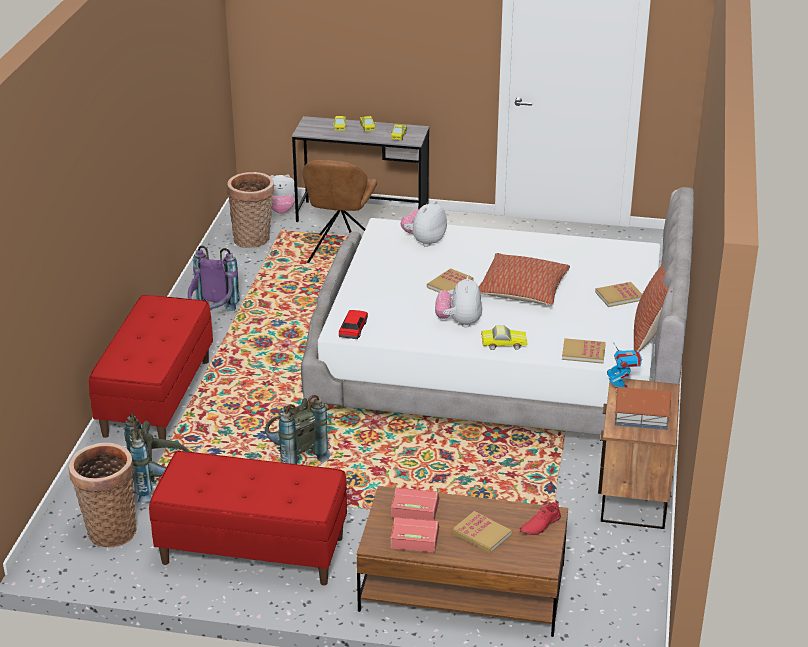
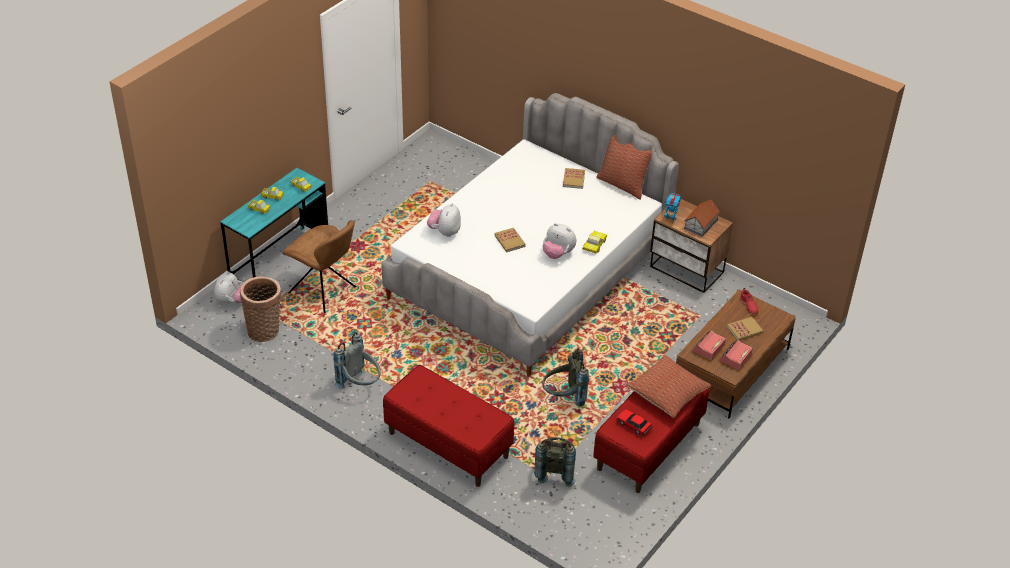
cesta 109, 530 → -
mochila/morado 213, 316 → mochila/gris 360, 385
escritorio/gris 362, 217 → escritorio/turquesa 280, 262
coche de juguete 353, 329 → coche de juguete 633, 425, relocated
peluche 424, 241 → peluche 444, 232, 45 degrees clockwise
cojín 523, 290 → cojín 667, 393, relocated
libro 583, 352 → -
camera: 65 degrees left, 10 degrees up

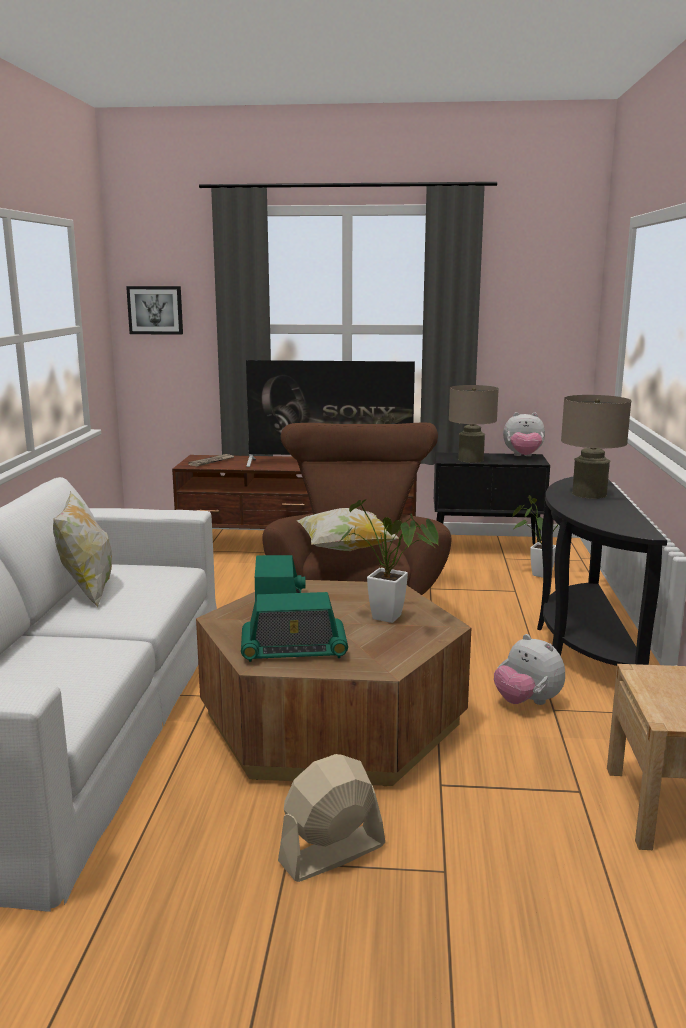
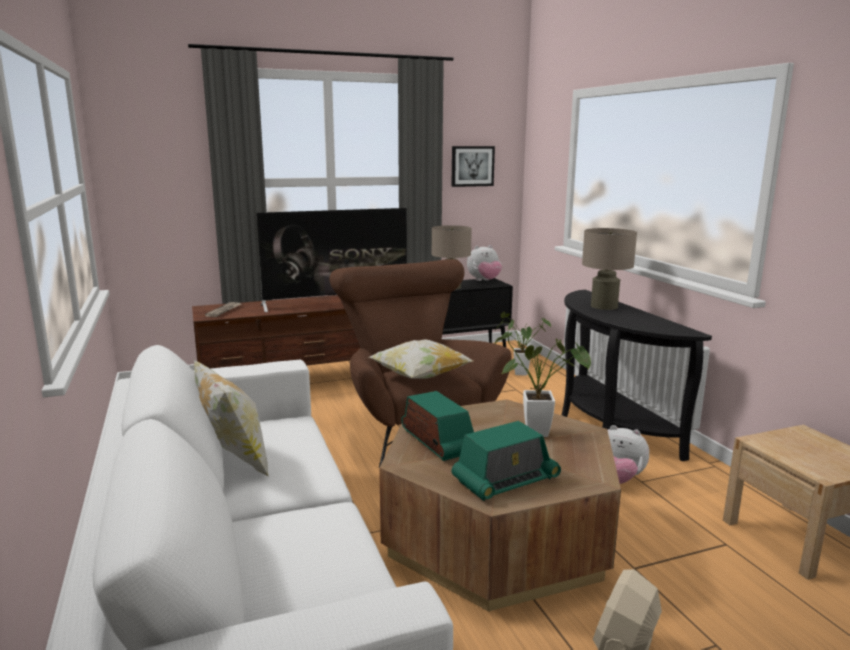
cuadro 155, 310 → cuadro 472, 166, relocated
camera: 25 degrees left, 0 degrees up

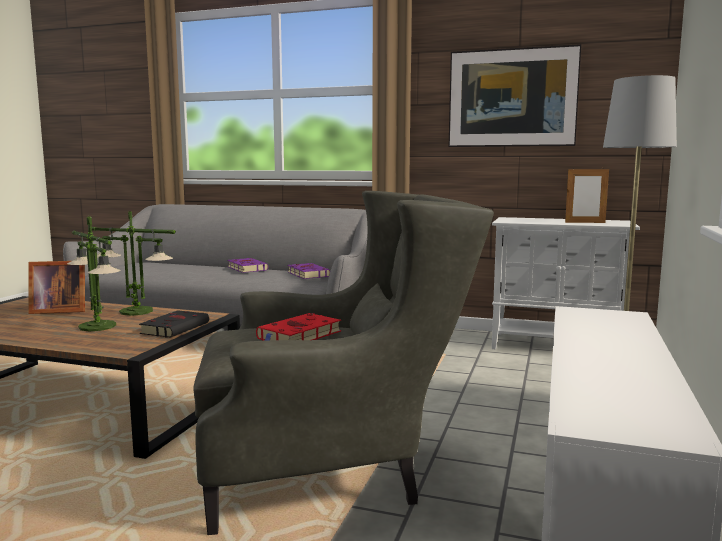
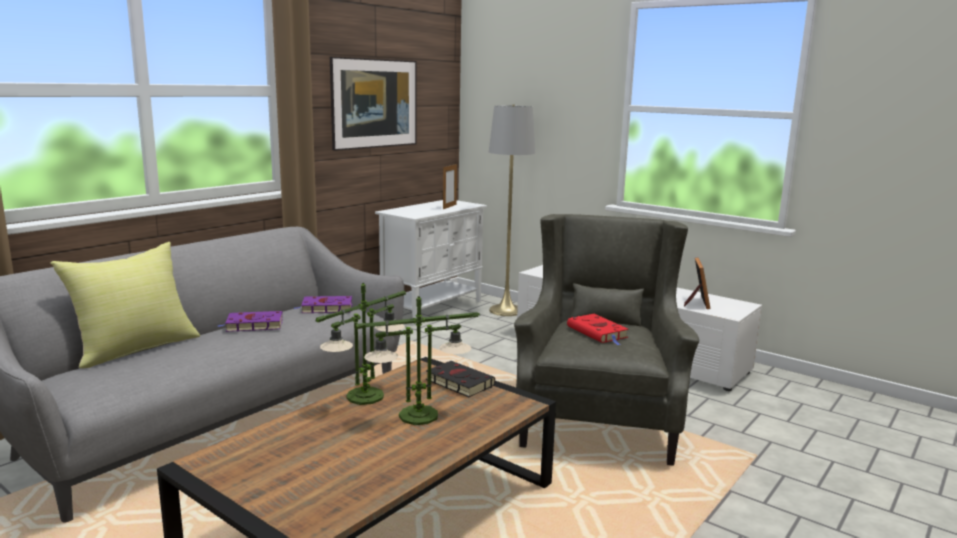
portarretratos 58, 310 → portarretratos 696, 303, relocated
- → cojín/amarillo 135, 348
camera: 70 degrees left, 5 degrees up

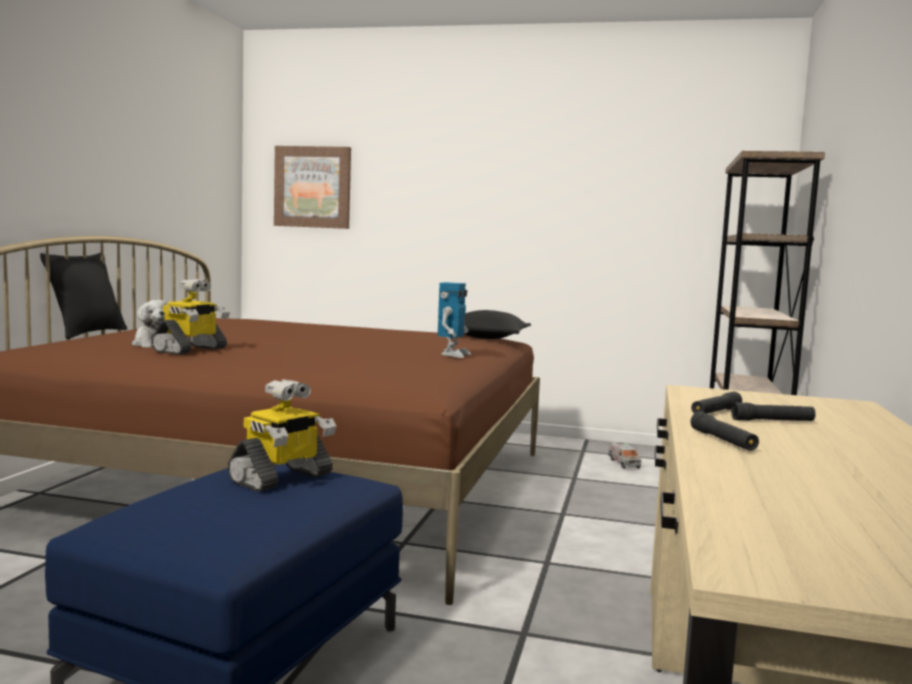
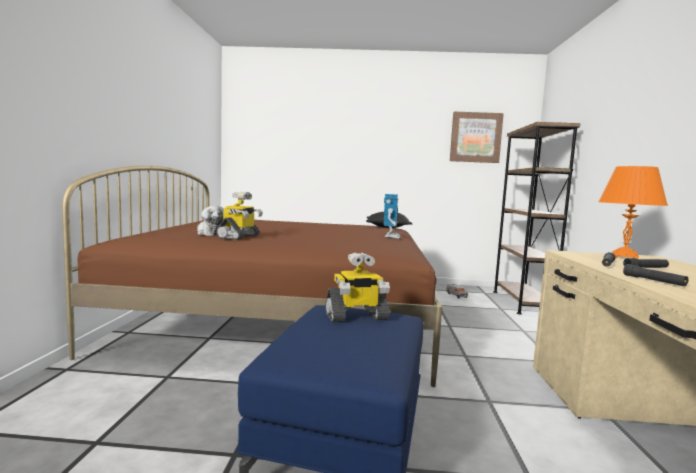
cojín/negro 88, 333 → -
robot de juguete 281, 478 → robot de juguete 356, 317, 45 degrees clockwise
cuadro 313, 187 → cuadro 475, 137, relocated
- → lámpara de mesa/naranja 624, 258
camera: 10 degrees left, 0 degrees up

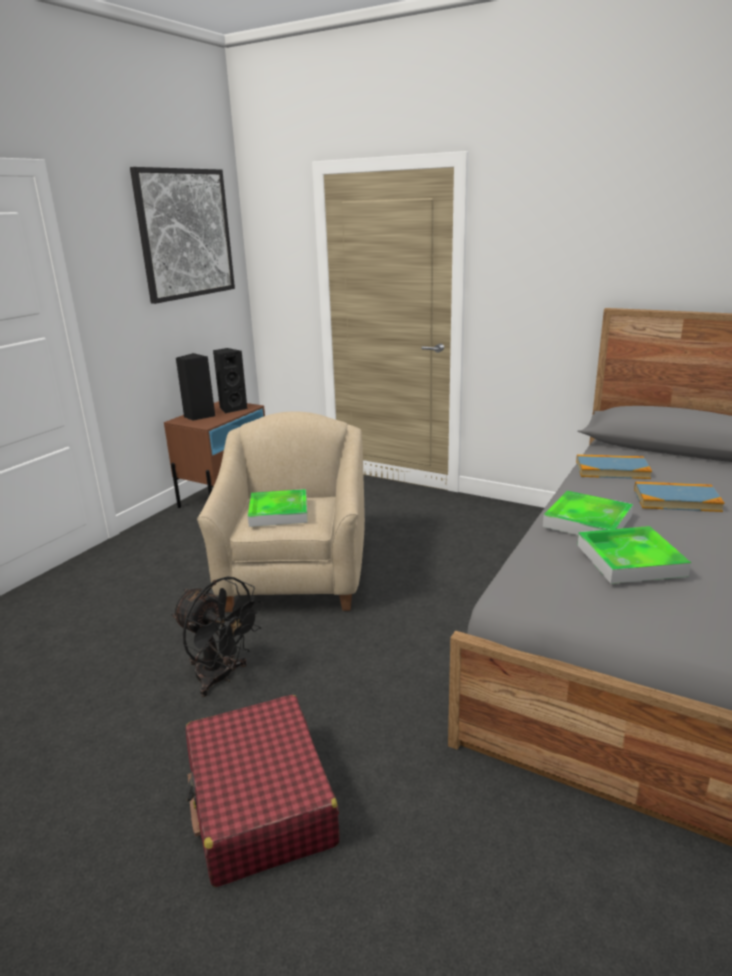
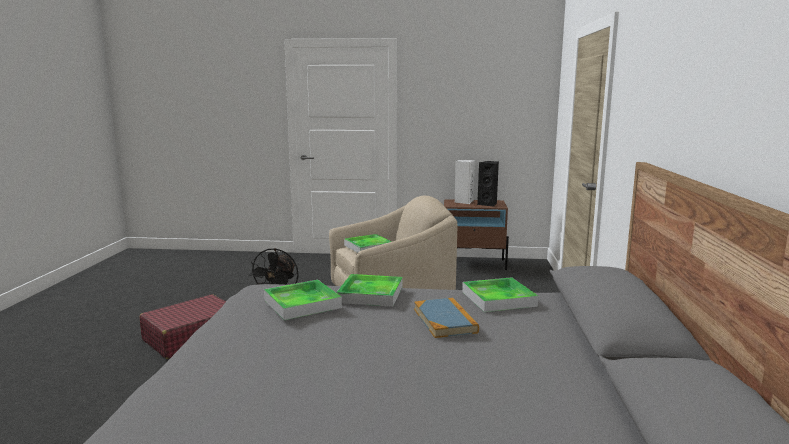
cuadro 185, 234 → -
altavoz/negro 198, 416 → altavoz/blanco 464, 202
libro 612, 470 → bandeja 498, 299
camera: 65 degrees right, 10 degrees down

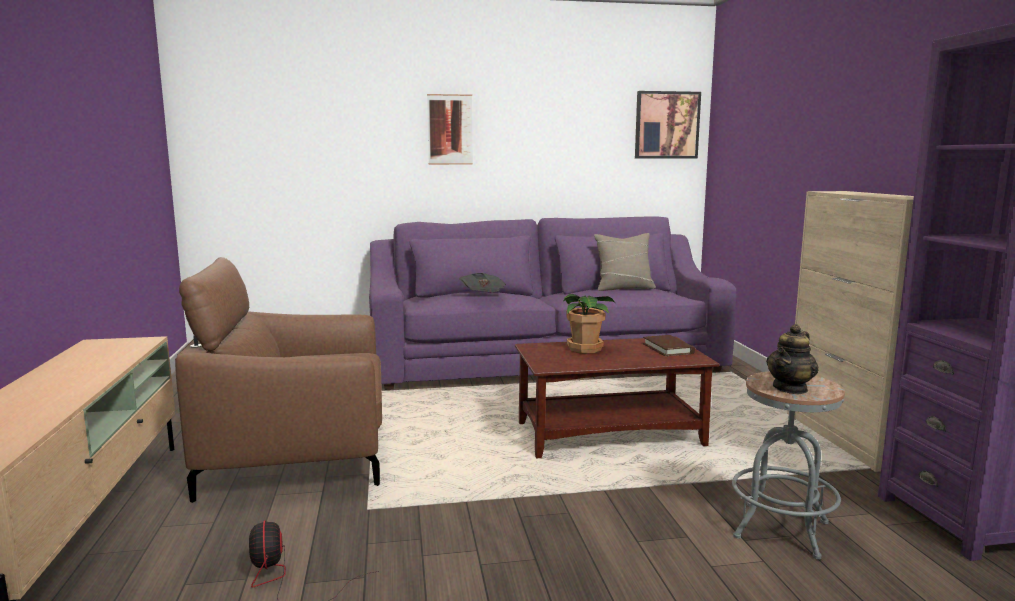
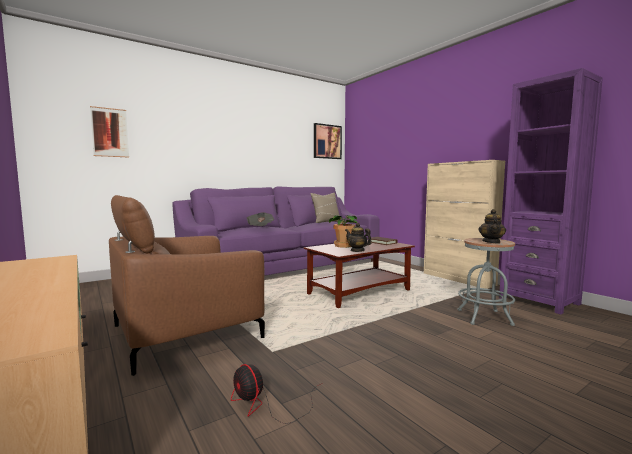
cuadro 450, 129 → cuadro 110, 132, relocated
- → tetera 357, 250
camera: 25 degrees left, 5 degrees down

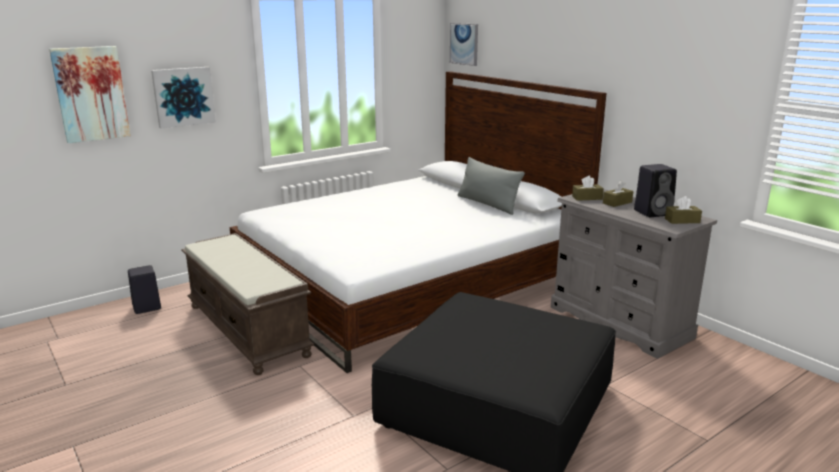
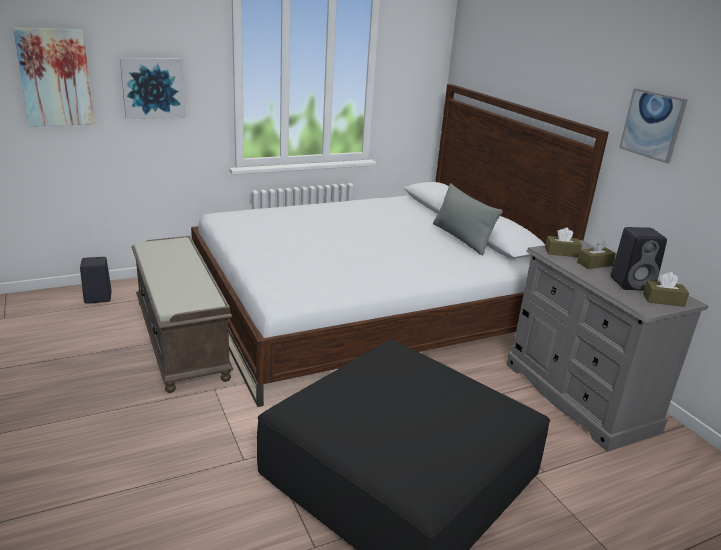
cuadro 464, 44 → cuadro 653, 125, relocated
camera: 10 degrees right, 5 degrees up

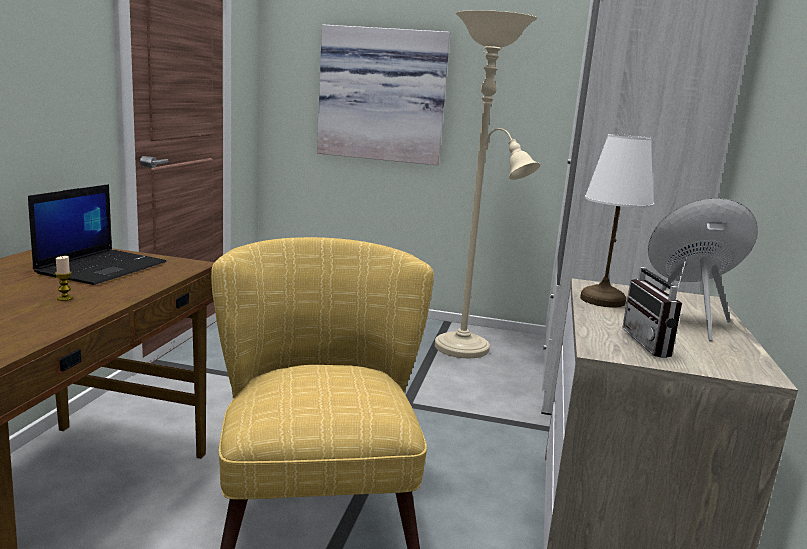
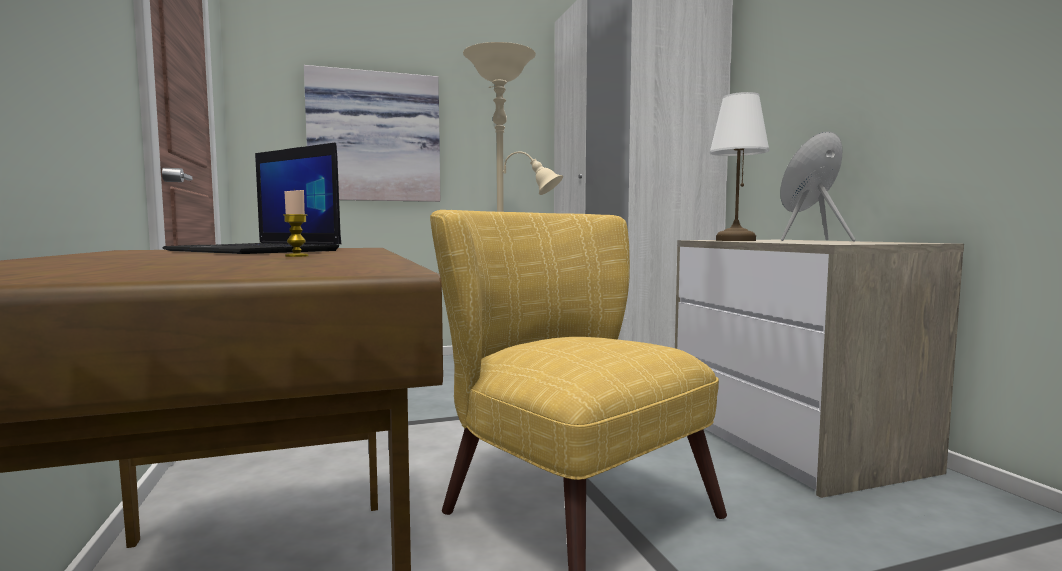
portátil 102, 267 → portátil 257, 251, 135 degrees clockwise
radio 654, 345 → -
camera: 30 degrees left, 10 degrees down

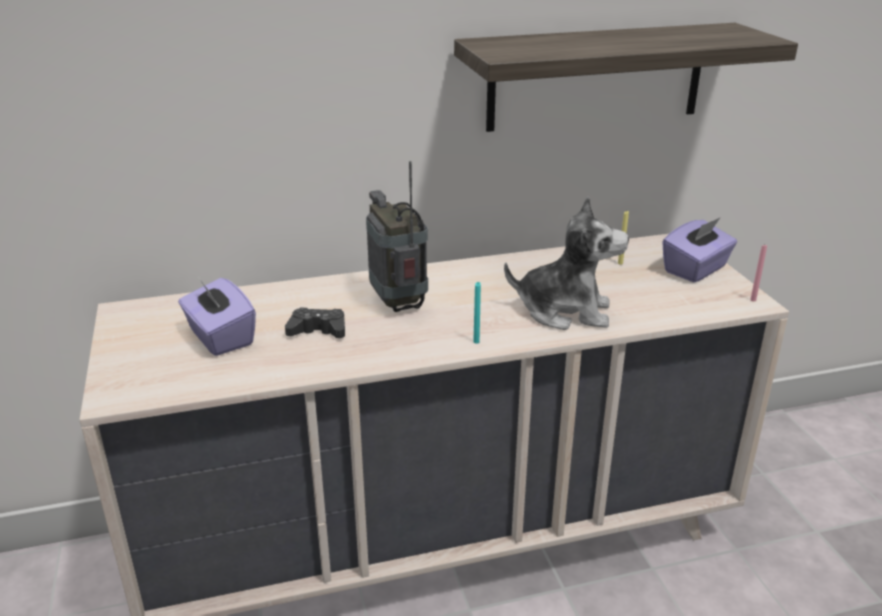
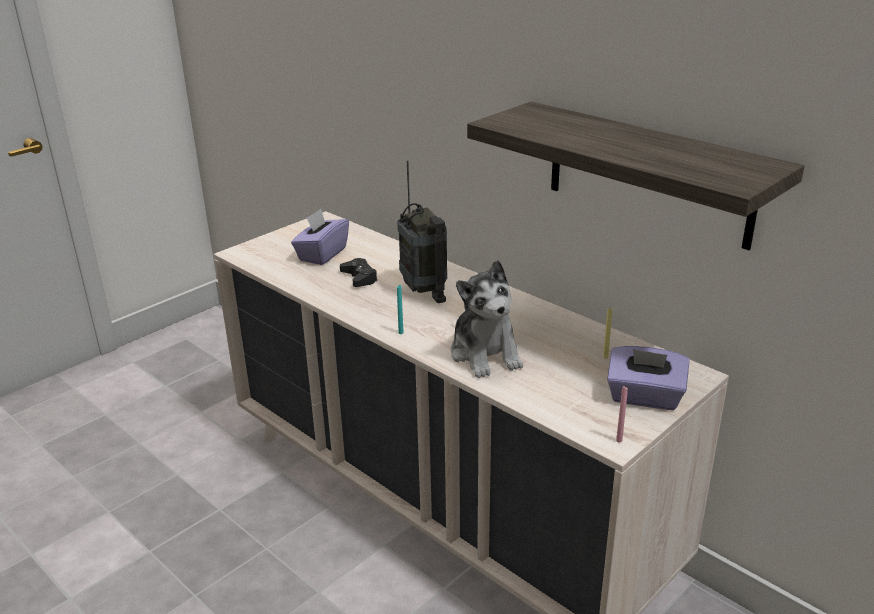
radio 398, 304 → radio 423, 290, 120 degrees clockwise
camera: 60 degrees right, 0 degrees up

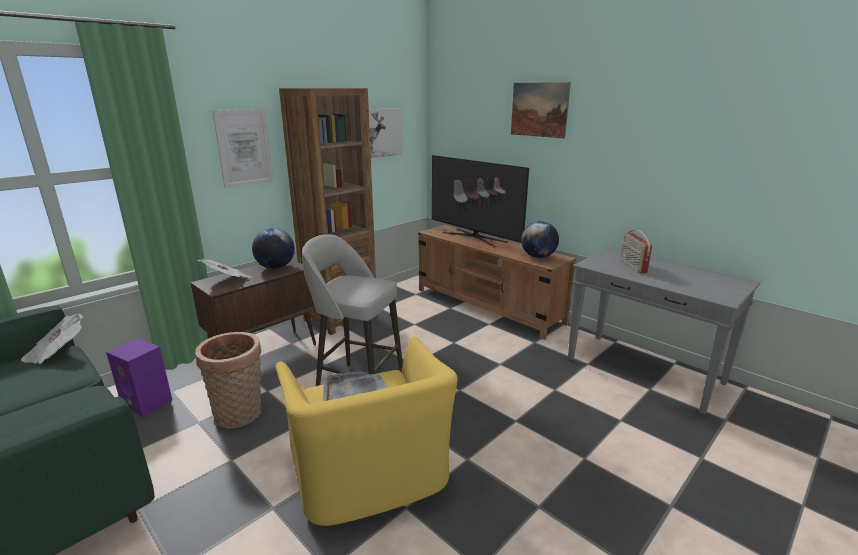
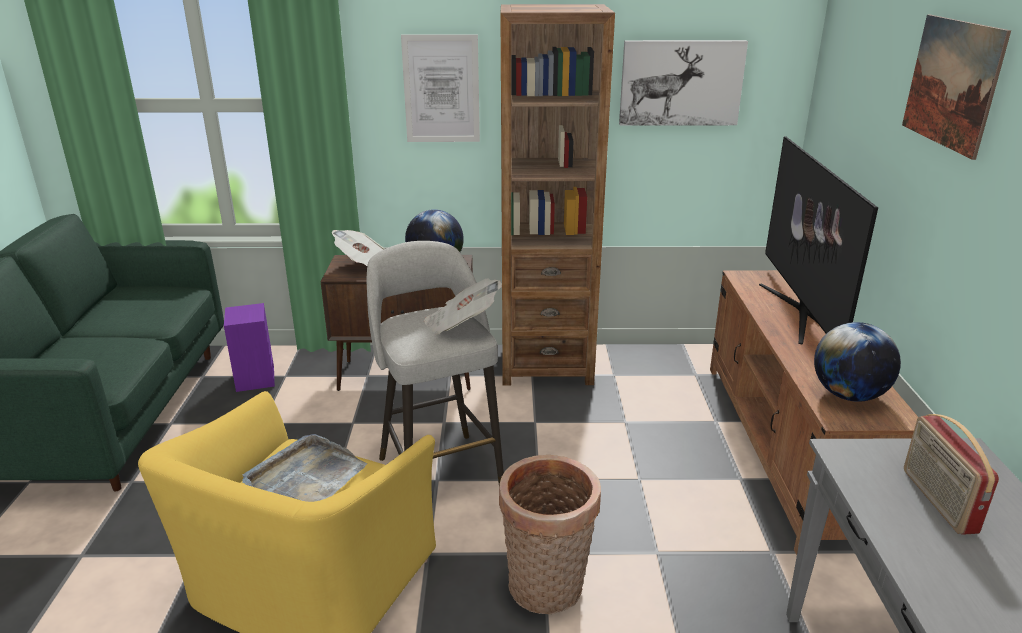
periódico 57, 352 → periódico 461, 324, relocated
cesta 240, 415 → cesta 546, 590, relocated
radio 632, 266 → radio 937, 501, 45 degrees counterclockwise
camera: 45 degrees right, 5 degrees up

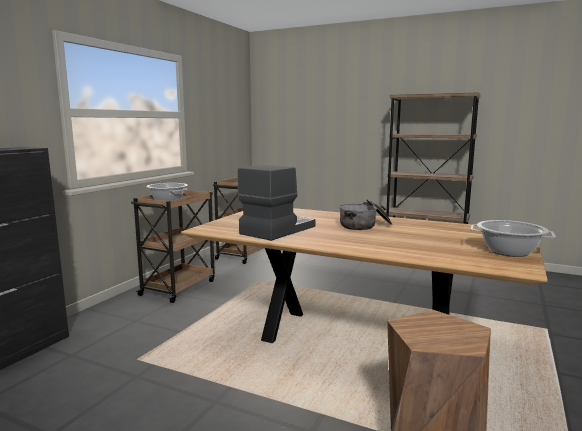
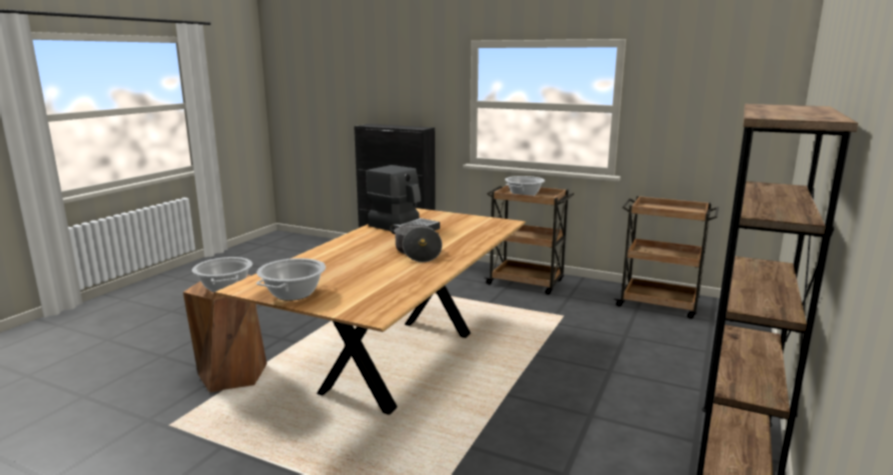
- → olla 224, 287
camera: 90 degrees right, 5 degrees up

